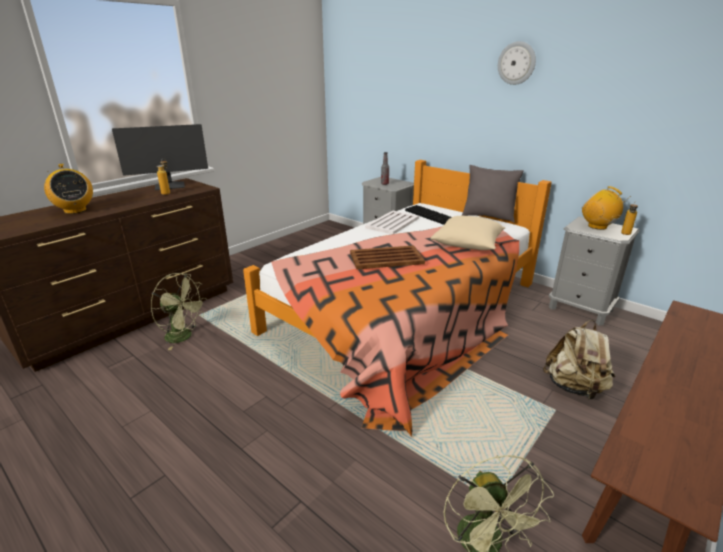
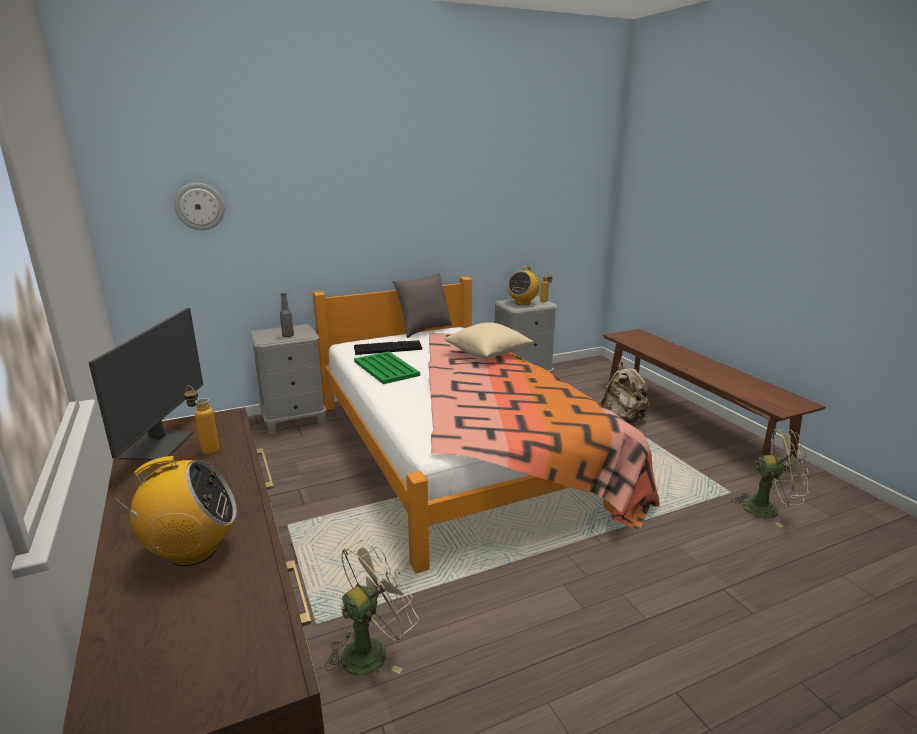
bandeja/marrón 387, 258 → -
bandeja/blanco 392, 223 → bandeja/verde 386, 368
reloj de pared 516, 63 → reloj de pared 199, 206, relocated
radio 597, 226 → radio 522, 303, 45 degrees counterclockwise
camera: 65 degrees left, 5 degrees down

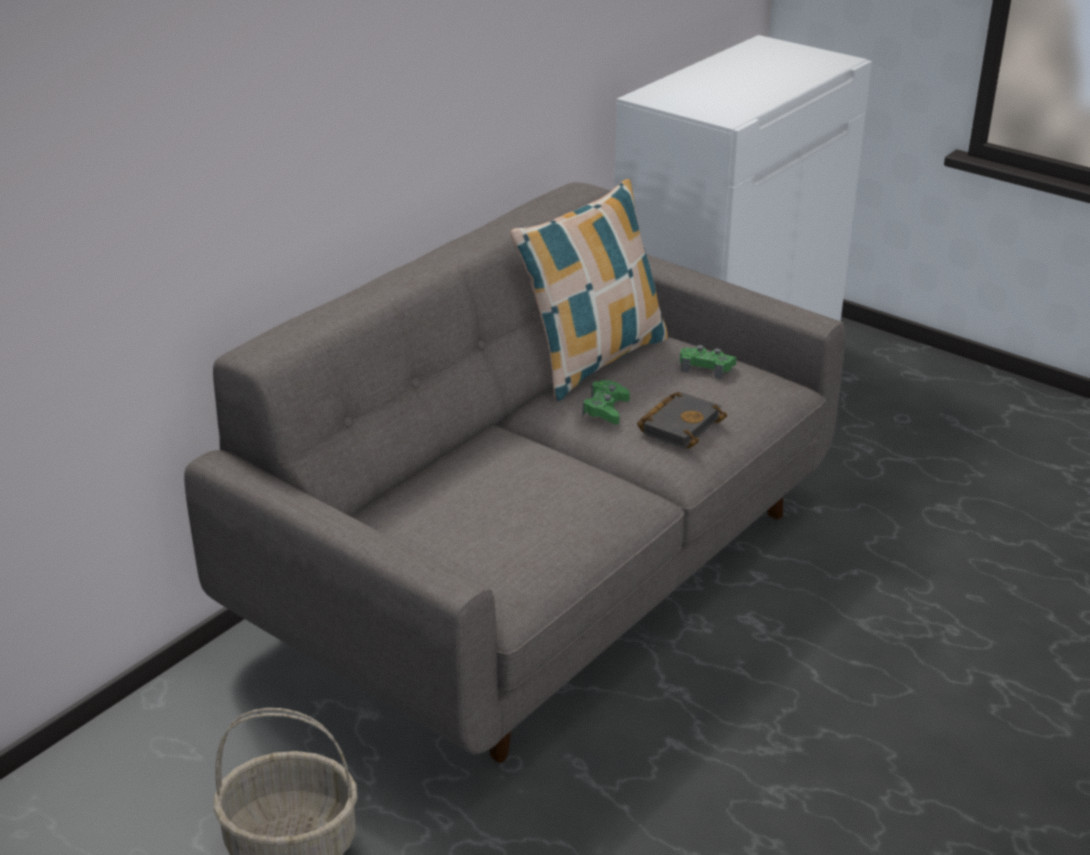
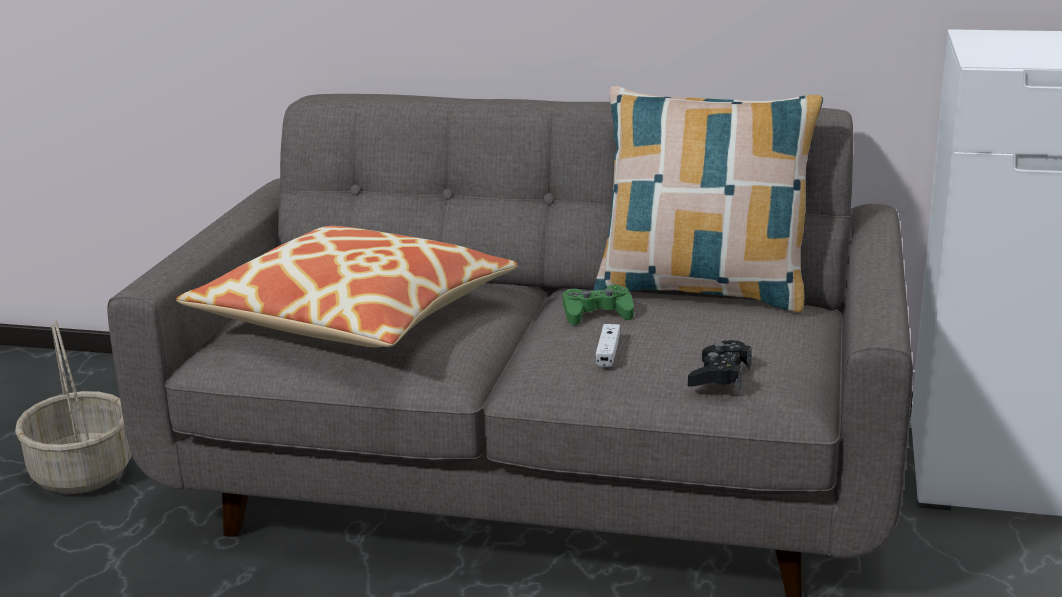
libro/negro 680, 424 → mando de consola/blanco 608, 352
mando de consola/verde 706, 367 → -
- → cojín 354, 316
- → mando de consola/negro 720, 375
camera: 65 degrees right, 10 degrees down

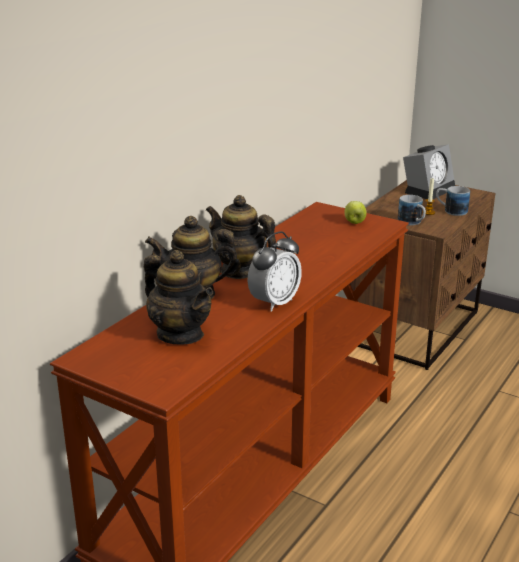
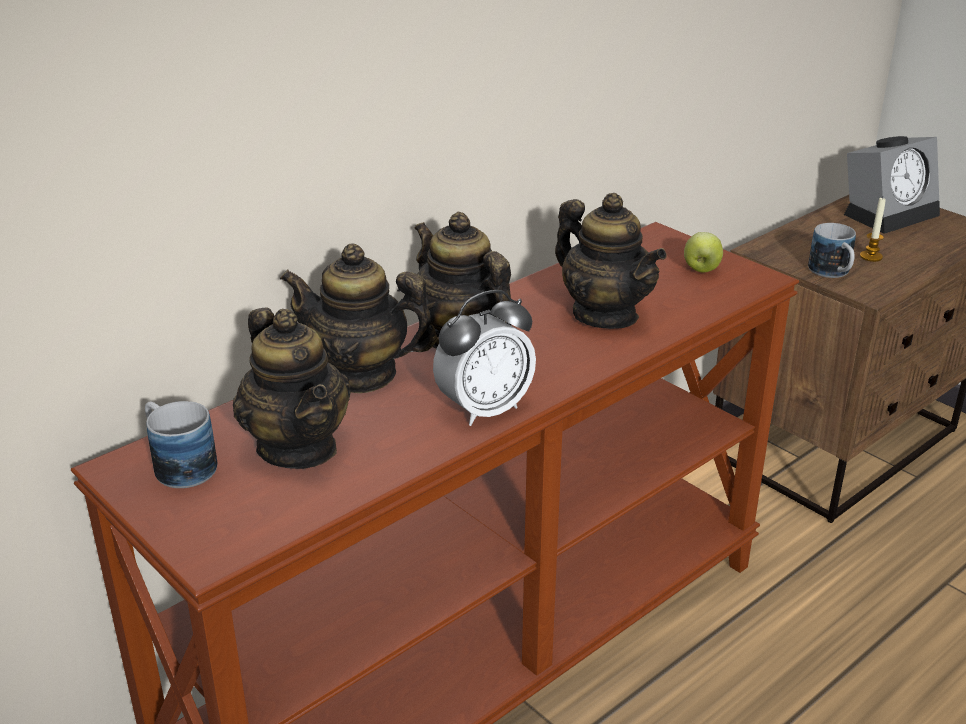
taza grande 450, 210 → taza grande 178, 464, relocated
- → tetera 605, 315
camera: 15 degrees right, 5 degrees up

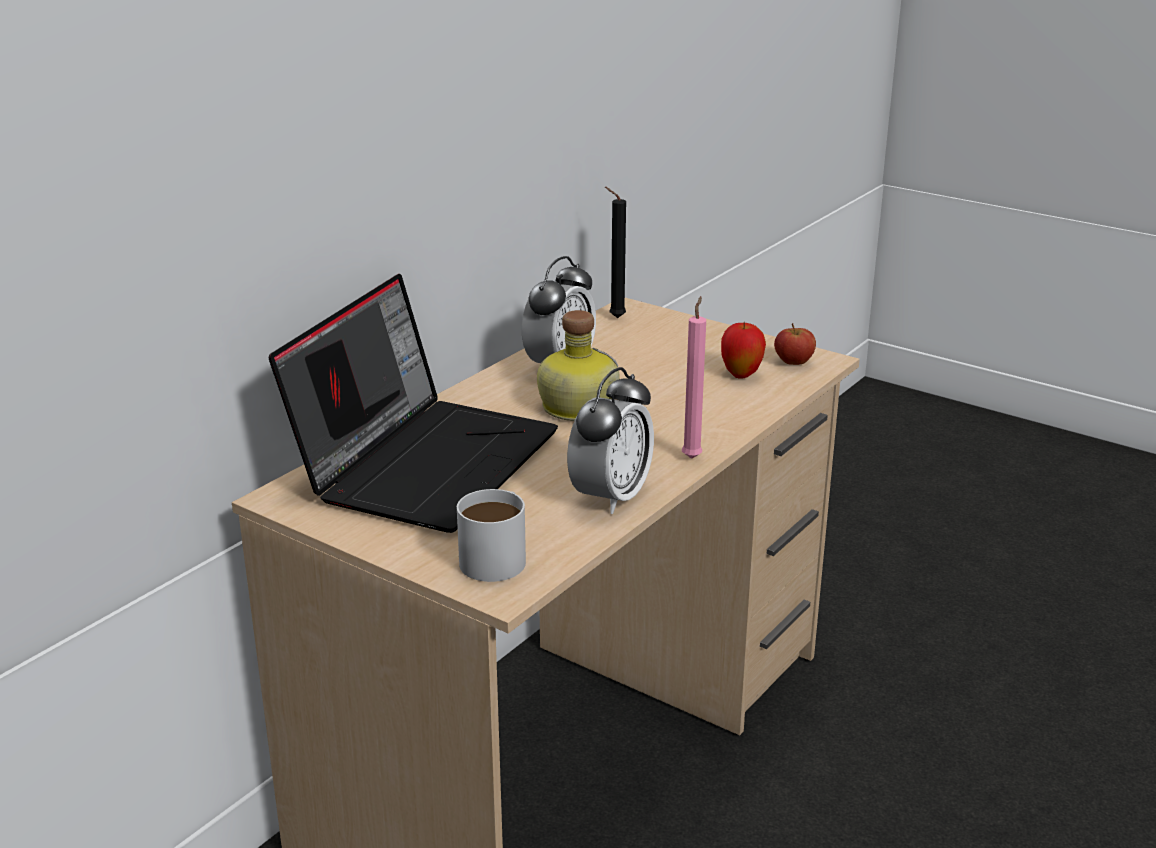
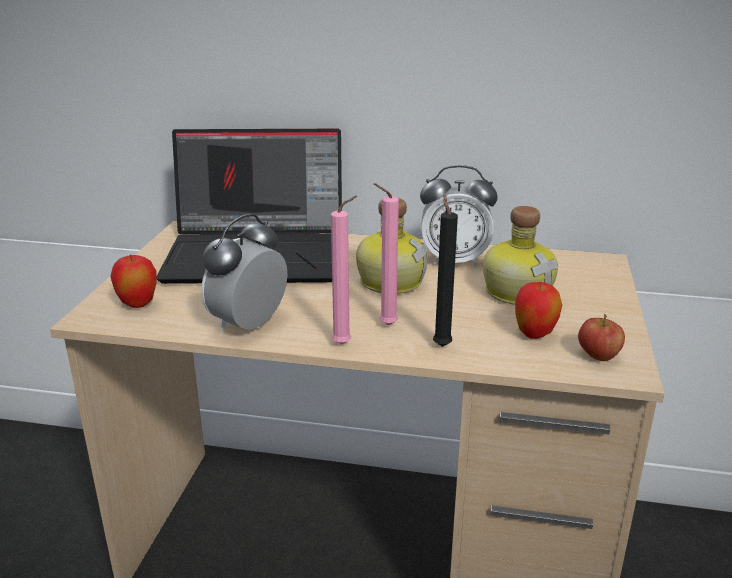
taza grande/blanco 498, 556 → manzana 138, 305
despertador 610, 497 → despertador 249, 325, 120 degrees clockwise
vela/negro 614, 317 → vela/negro 441, 345, relocated
- → vela/rosa 385, 325
- → botella 517, 291
camera: 65 degrees right, 0 degrees up

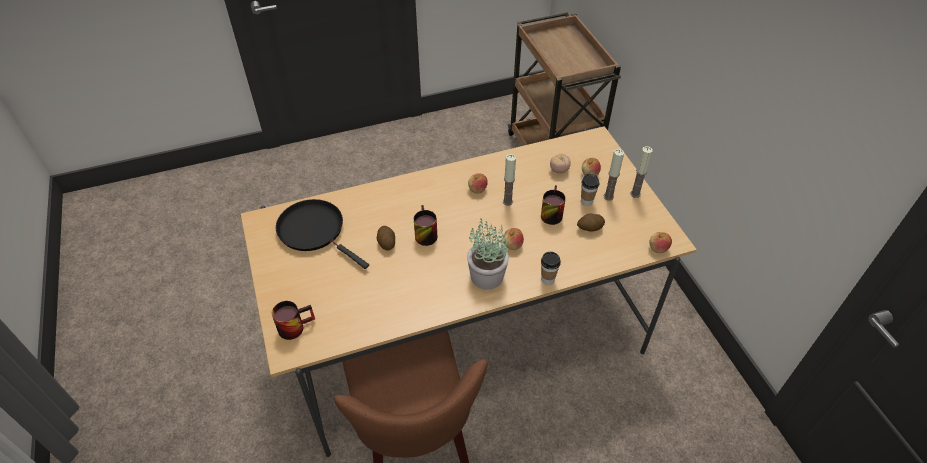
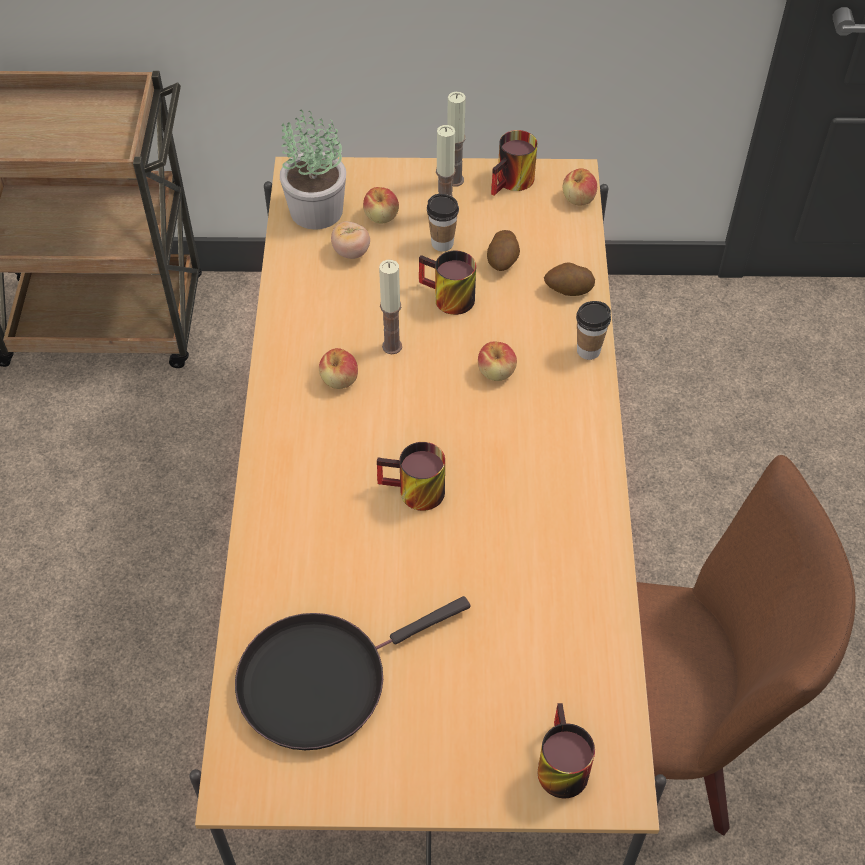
patata 386, 243 → patata 568, 290, relocated
planta en maceta 486, 276 → planta en maceta 315, 211, relocated
- → taza grande 514, 183
camera: 70 degrees left, 5 degrees up

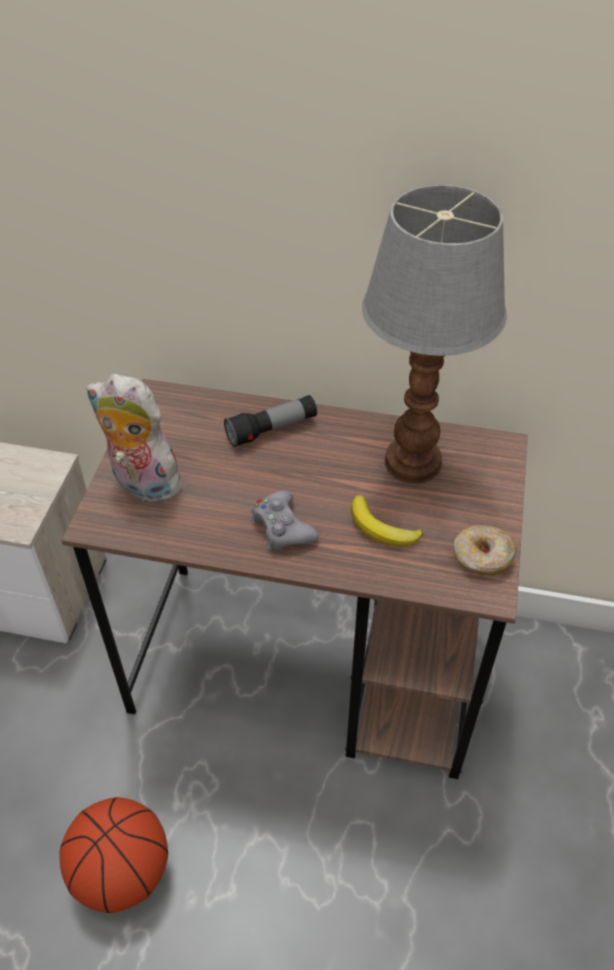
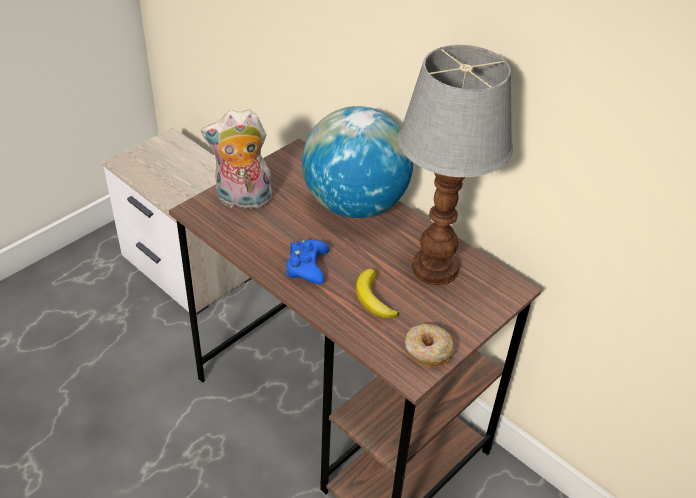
balón de baloncesto 123, 871 → -
peluche 142, 485 → peluche 242, 200, 60 degrees counterclockwise
linterna 272, 430 → globo terráqueo 354, 204
mando de consola/gris 282, 528 → mando de consola/azul 307, 266
camera: 30 degrees right, 5 degrees down

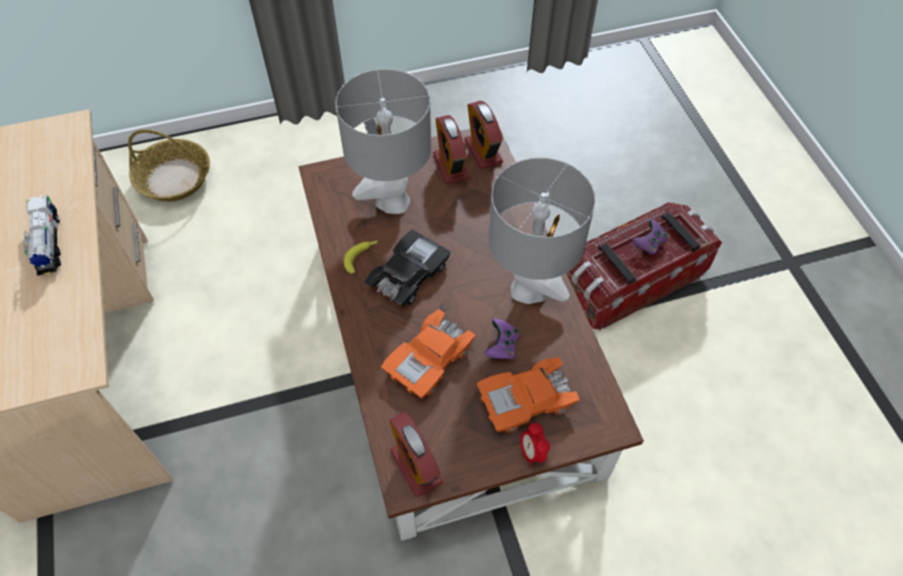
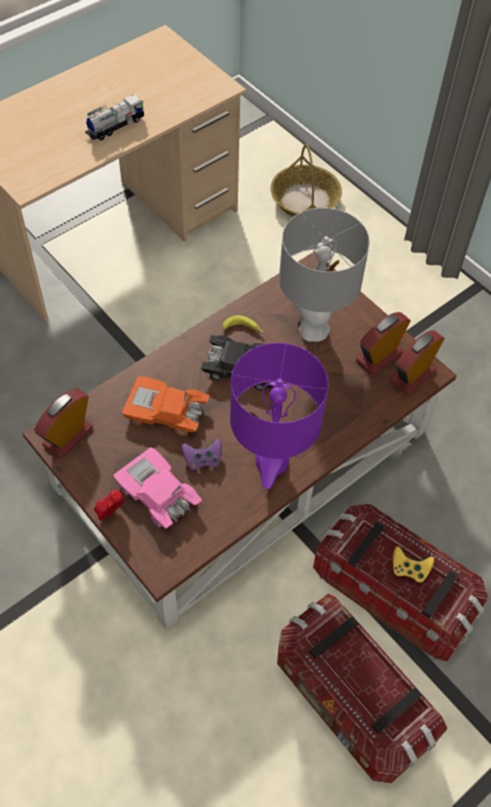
coche de juguete/naranja 526, 400 → coche de juguete/rosa 158, 494
lámpara de mesa/gris 529, 290 → lámpara de mesa/morado 271, 462
mando de consola/morado 648, 244 → mando de consola/amarillo 409, 569
- → caja de almacenaje 350, 700
camera: 65 degrees right, 0 degrees up

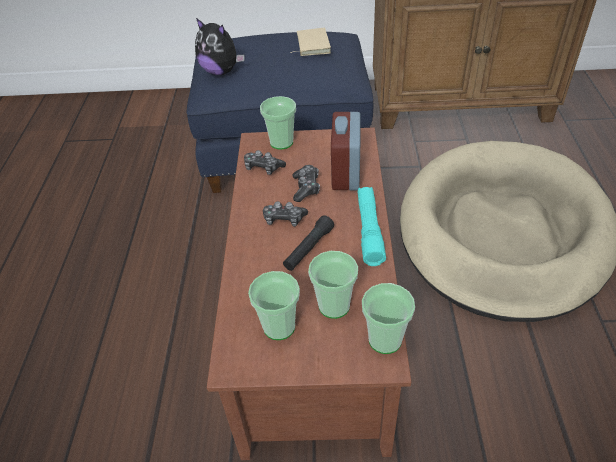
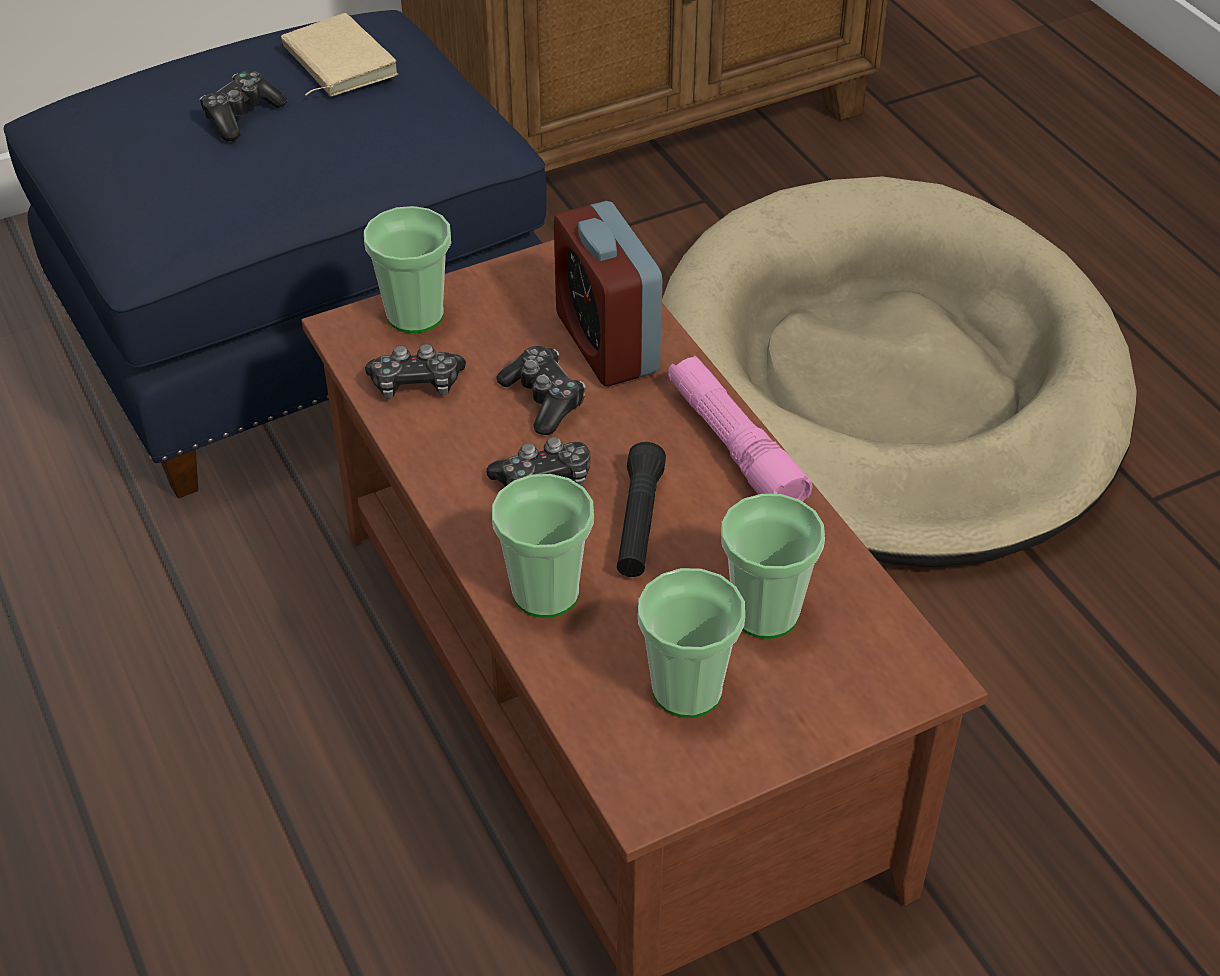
peluche 221, 71 → -
linterna/turquesa 369, 230 → linterna/rosa 734, 447
taza 385, 339 → taza 546, 593, relocated
- → mando de consola 242, 116
camera: 30 degrees left, 0 degrees up

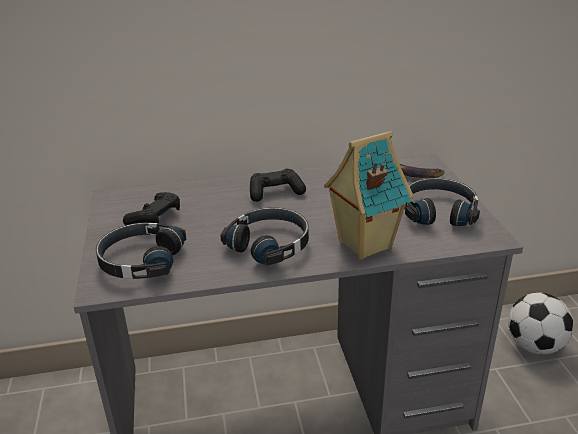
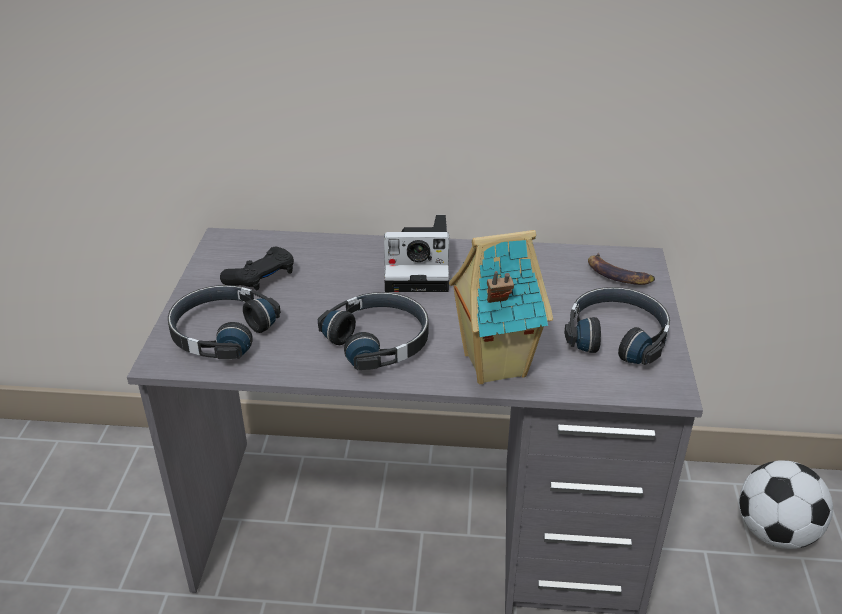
mando de consola/negro 275, 192 → cámara 420, 269
camera: 15 degrees right, 5 degrees up

